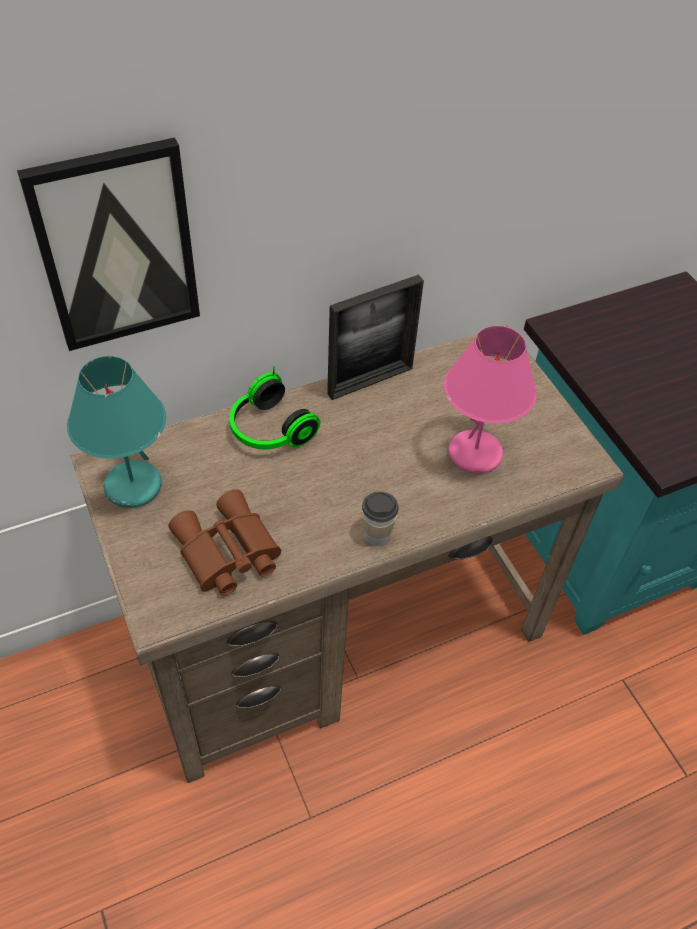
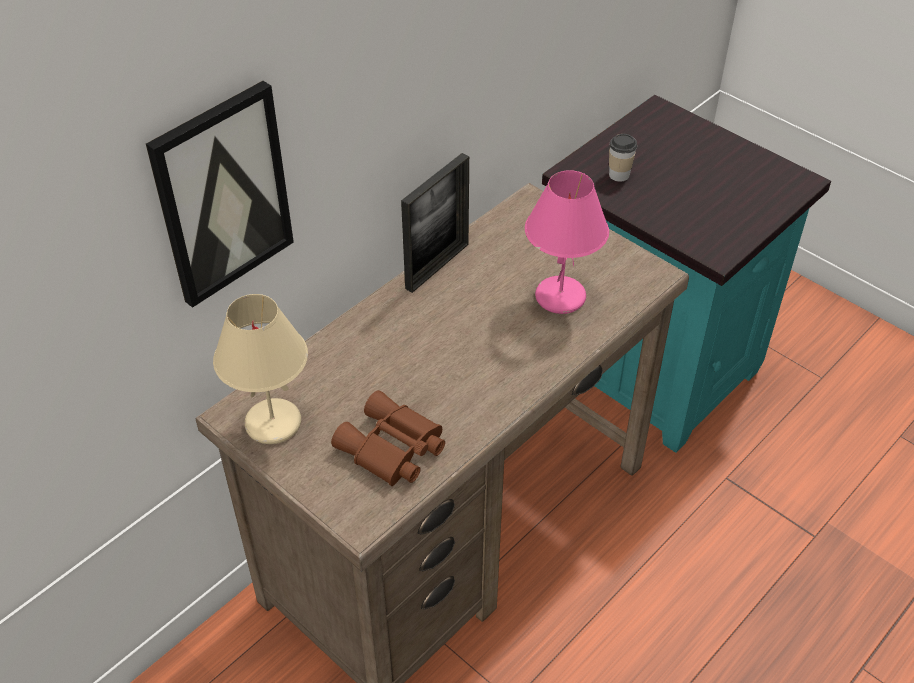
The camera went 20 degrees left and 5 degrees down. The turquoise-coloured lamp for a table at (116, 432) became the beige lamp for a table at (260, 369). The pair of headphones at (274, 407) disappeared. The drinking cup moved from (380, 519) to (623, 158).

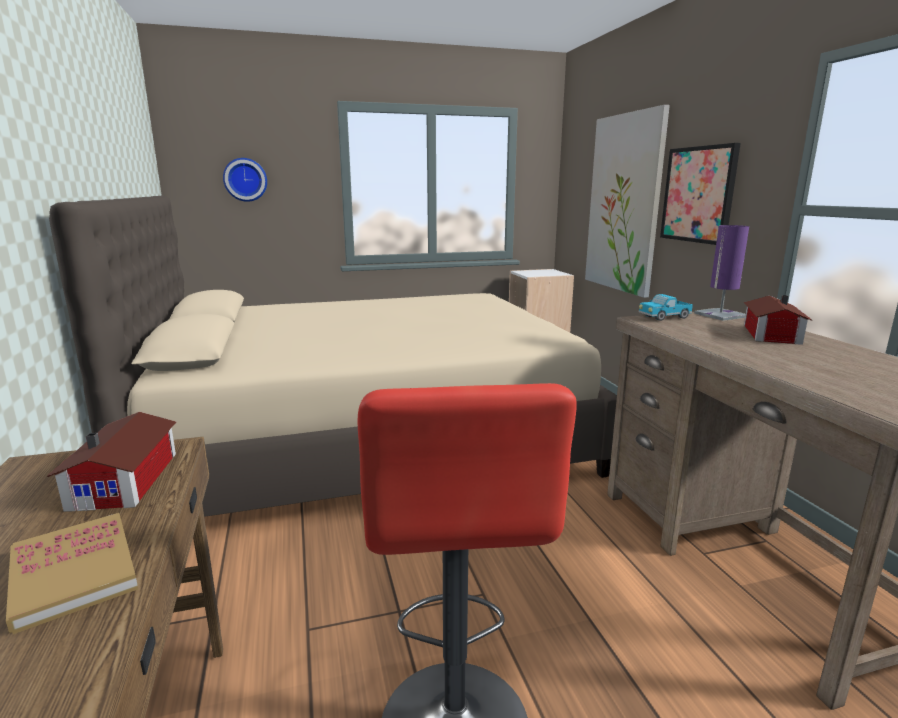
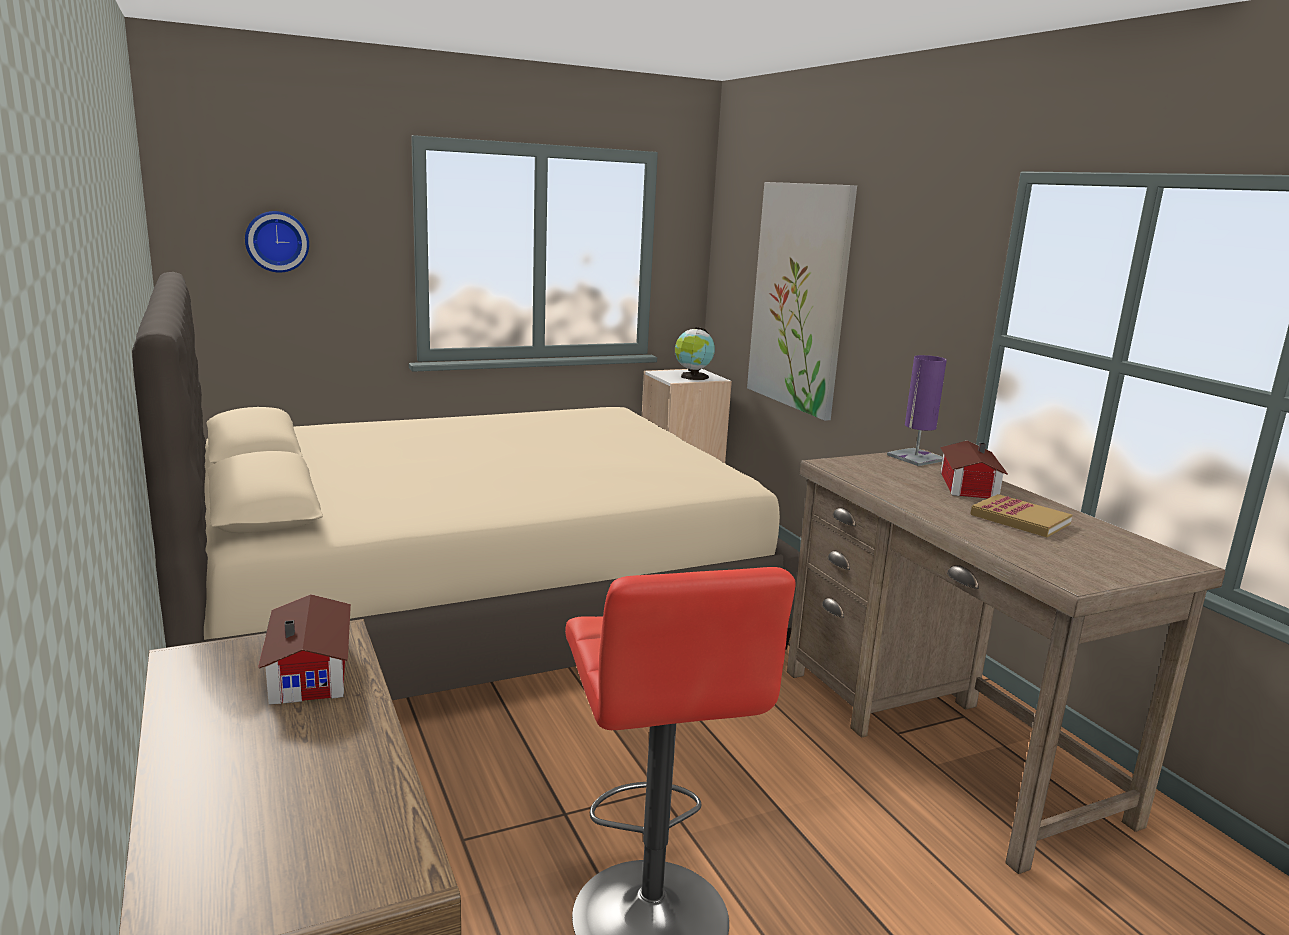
The camera went 10 degrees left and 0 degrees up. The picture at (700, 194) disappeared. The toy truck at (666, 307) disappeared. The bound book moved from (72, 573) to (1021, 515). The globe at (695, 353) appeared.

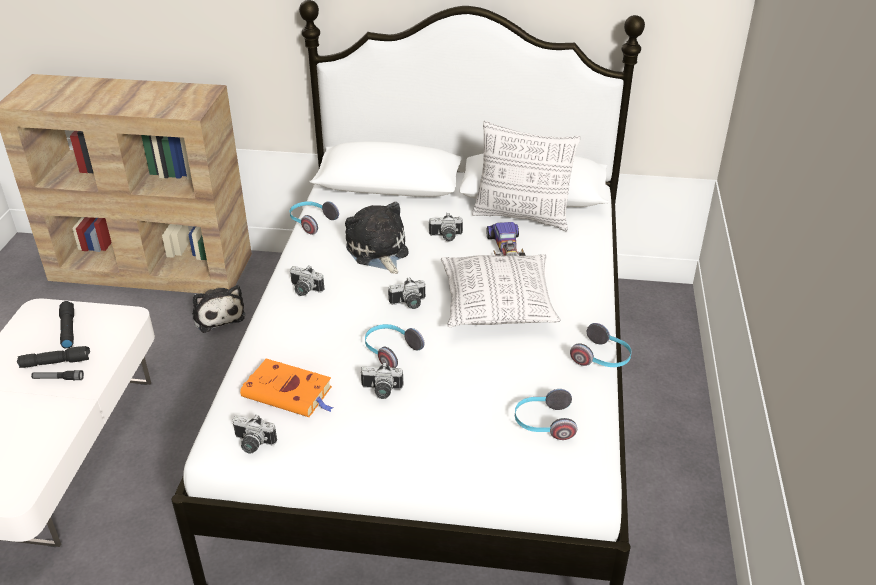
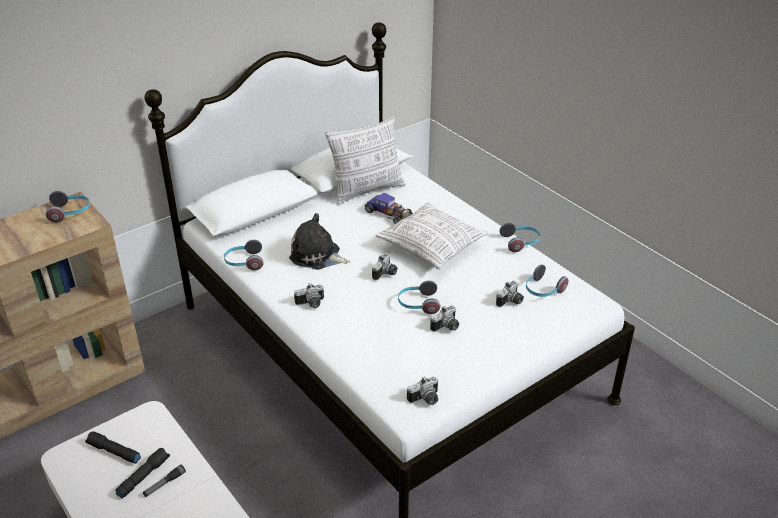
The camera went 45 degrees left and 0 degrees up. The photo camera moved from (446, 227) to (510, 293). The cuddly toy at (218, 309) disappeared. The orangey bound book at (286, 388) disappeared. The pair of headphones at (68, 207) appeared.

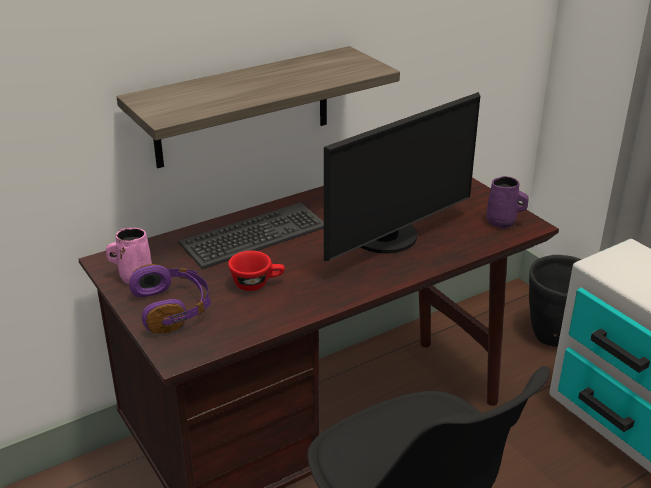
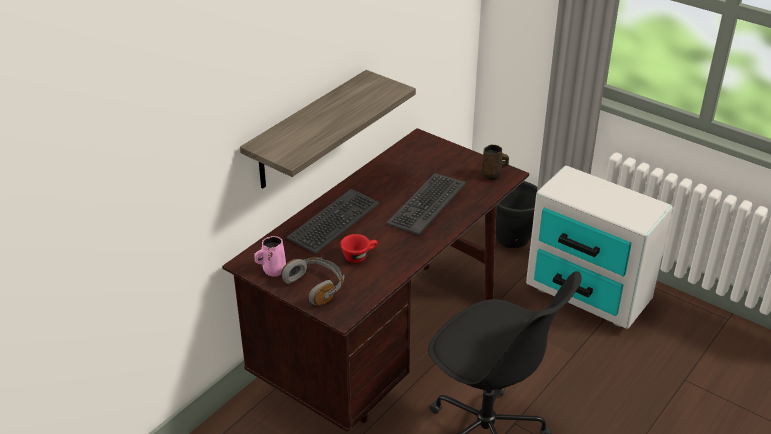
The camera went 20 degrees left and 5 degrees up. The computer screen at (402, 176) was replaced by the computer keyboard at (426, 204). The purplish tea mug at (508, 202) became the brownish tea mug at (495, 162). The purplish pair of headphones at (170, 299) became the gray pair of headphones at (312, 281).

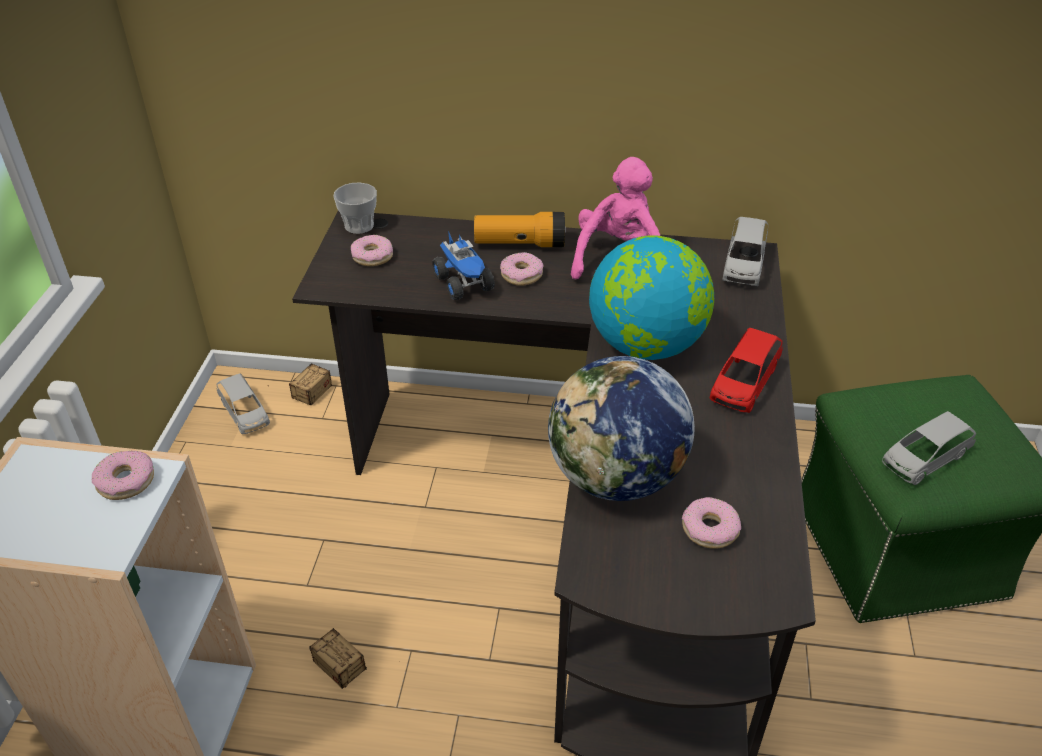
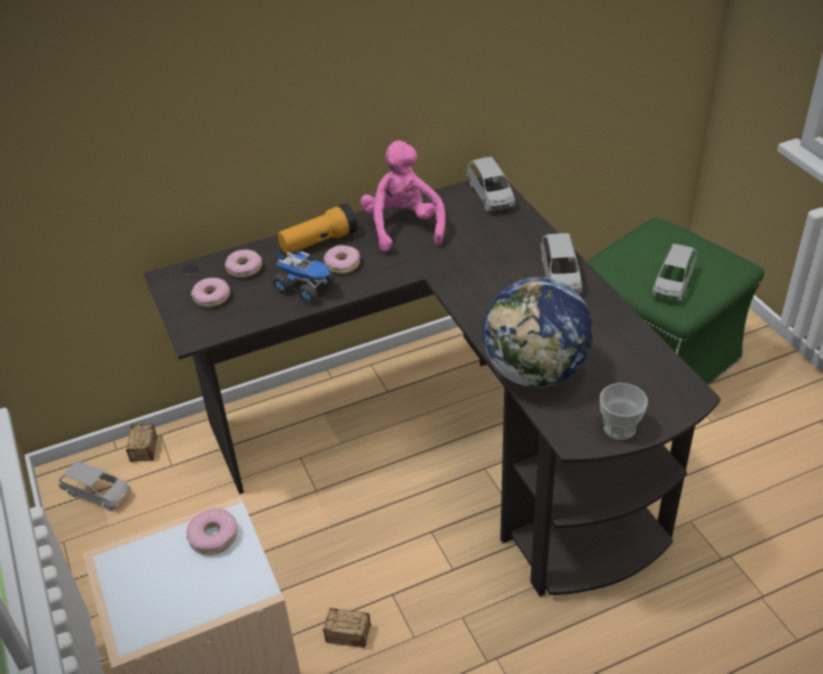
The camera went 30 degrees left and 0 degrees up. The drinking cup moved from (355, 208) to (624, 411). The globe at (651, 297) disappeared. The red model car at (746, 370) became the gray model car at (561, 263). The ring doughnut moved from (711, 523) to (243, 263).

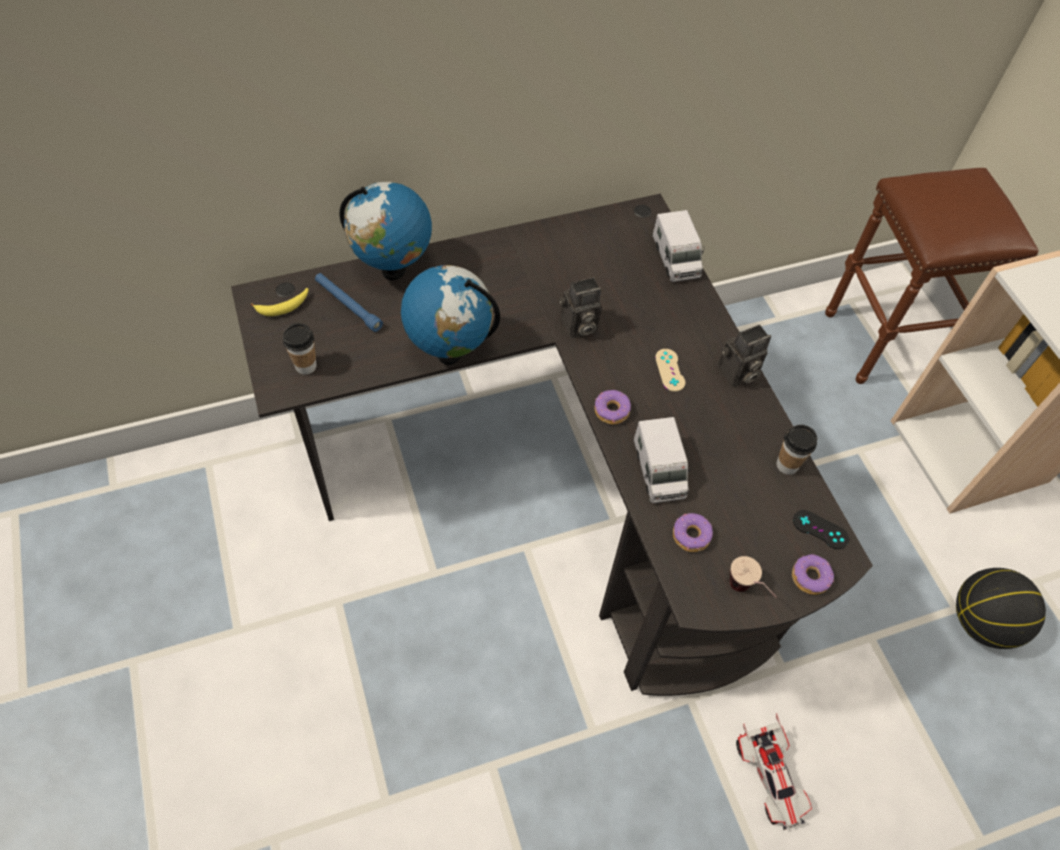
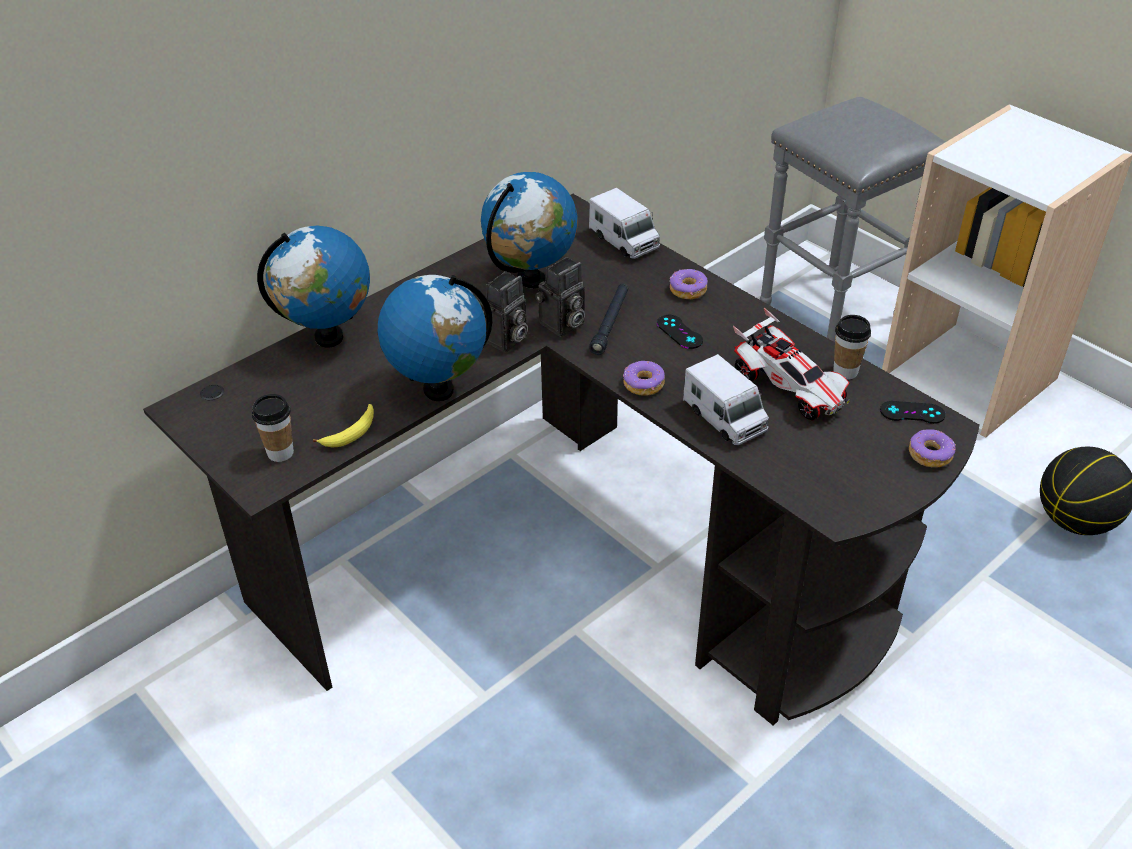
The camera went 20 degrees left and 15 degrees down. The brownish sitting stool at (932, 276) became the gray sitting stool at (852, 219). The blue flashlight at (349, 302) disappeared. The banana fruit moved from (280, 302) to (343, 425). The photo camera moved from (744, 356) to (503, 311). The beige joypad at (670, 370) became the black joypad at (680, 332). The ring doughnut moved from (693, 532) to (689, 284). The drinking cup at (753, 577) disappeared. The model car moved from (774, 771) to (791, 364). The globe at (529, 230) appeared. The black flashlight at (609, 319) appeared.

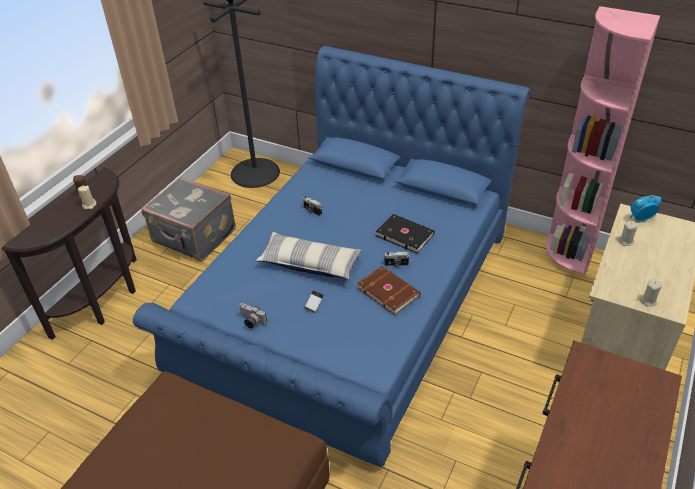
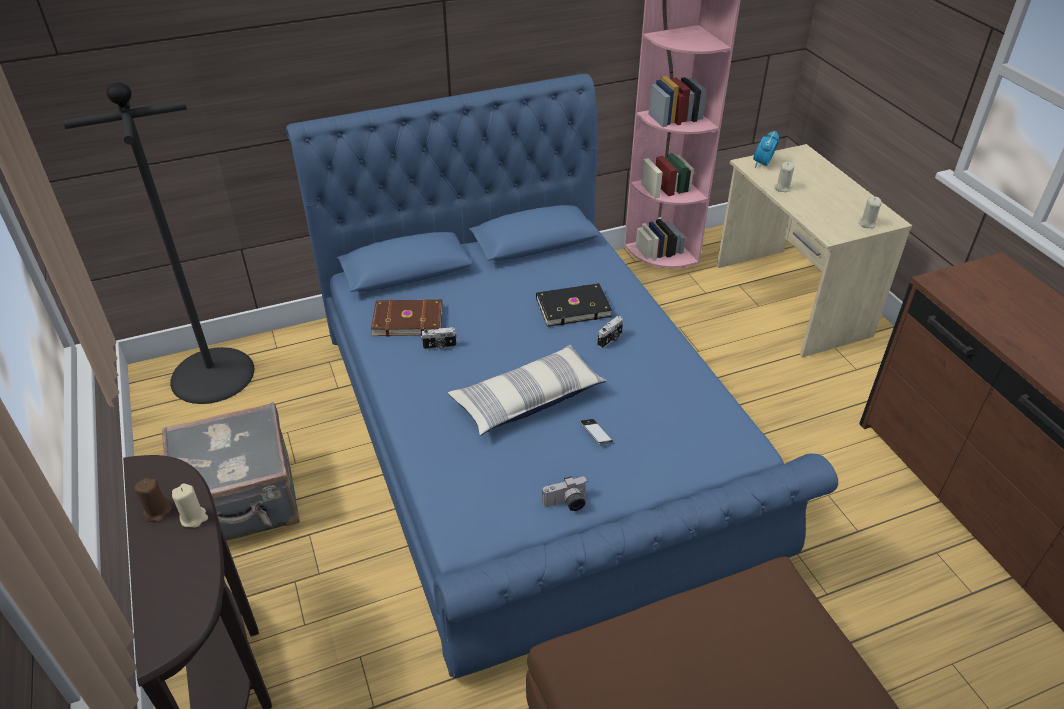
The camera went 50 degrees left and 0 degrees up. The brownish bound book moved from (389, 290) to (407, 317).

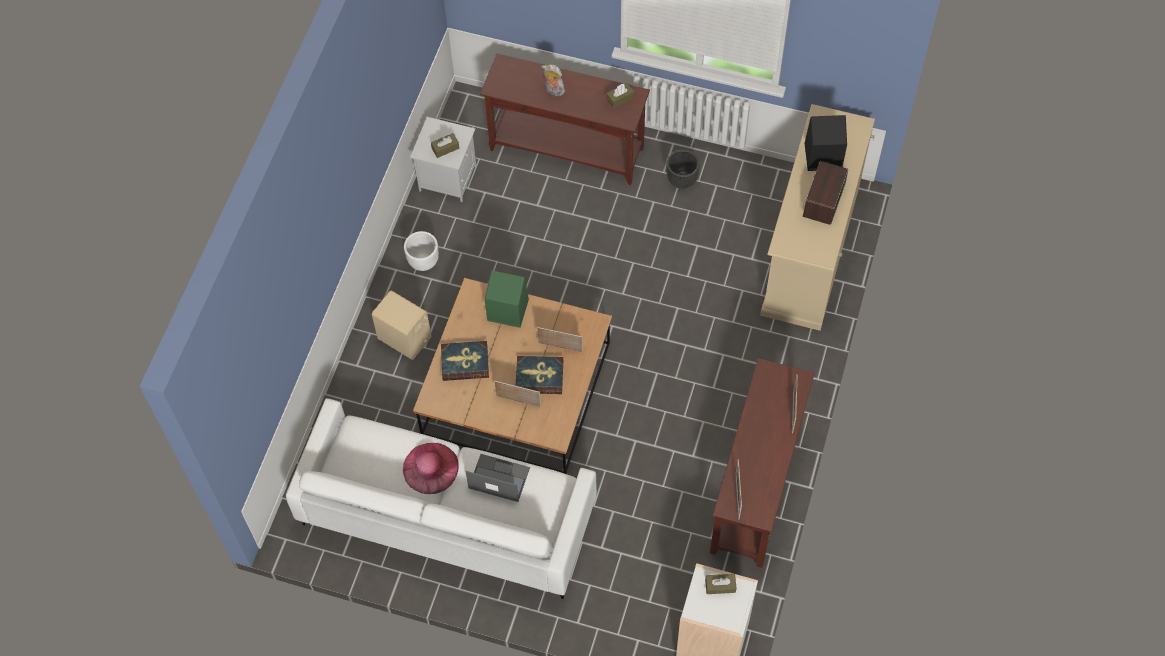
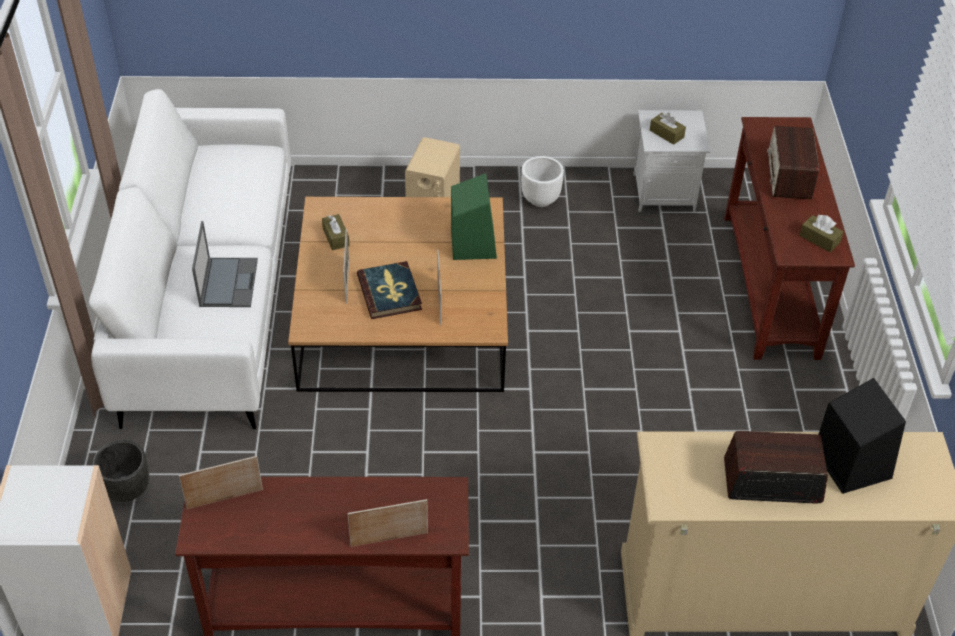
The camera went 70 degrees right and 15 degrees down. The cuddly toy at (553, 80) was replaced by the radio at (793, 162). The black planter moved from (683, 169) to (121, 471). The bound book at (465, 361) disappeared. The pinkish clothing hat at (430, 468) disappeared. The brownish box of tissues moved from (721, 584) to (336, 232).

